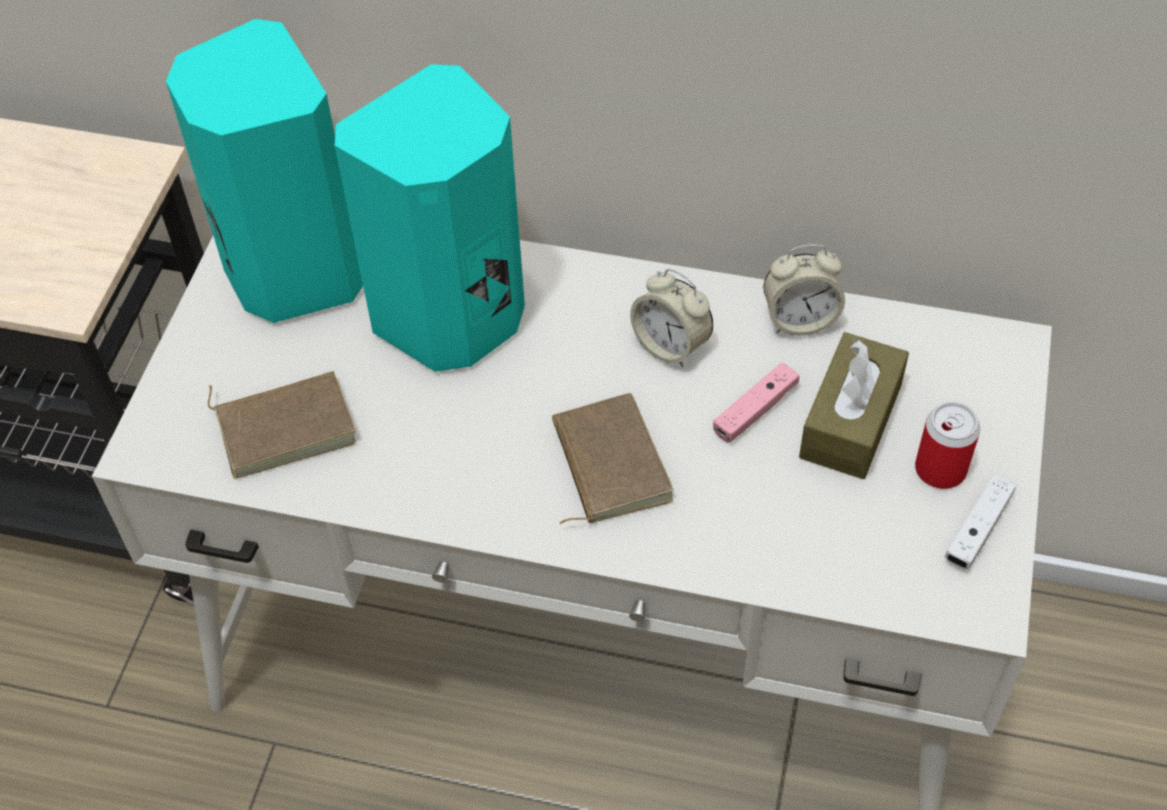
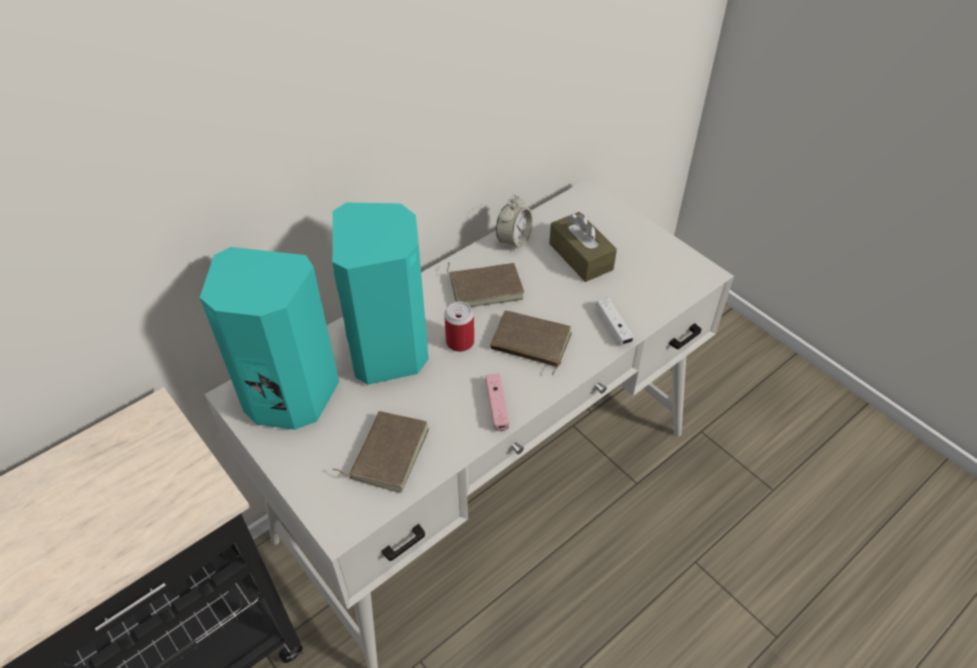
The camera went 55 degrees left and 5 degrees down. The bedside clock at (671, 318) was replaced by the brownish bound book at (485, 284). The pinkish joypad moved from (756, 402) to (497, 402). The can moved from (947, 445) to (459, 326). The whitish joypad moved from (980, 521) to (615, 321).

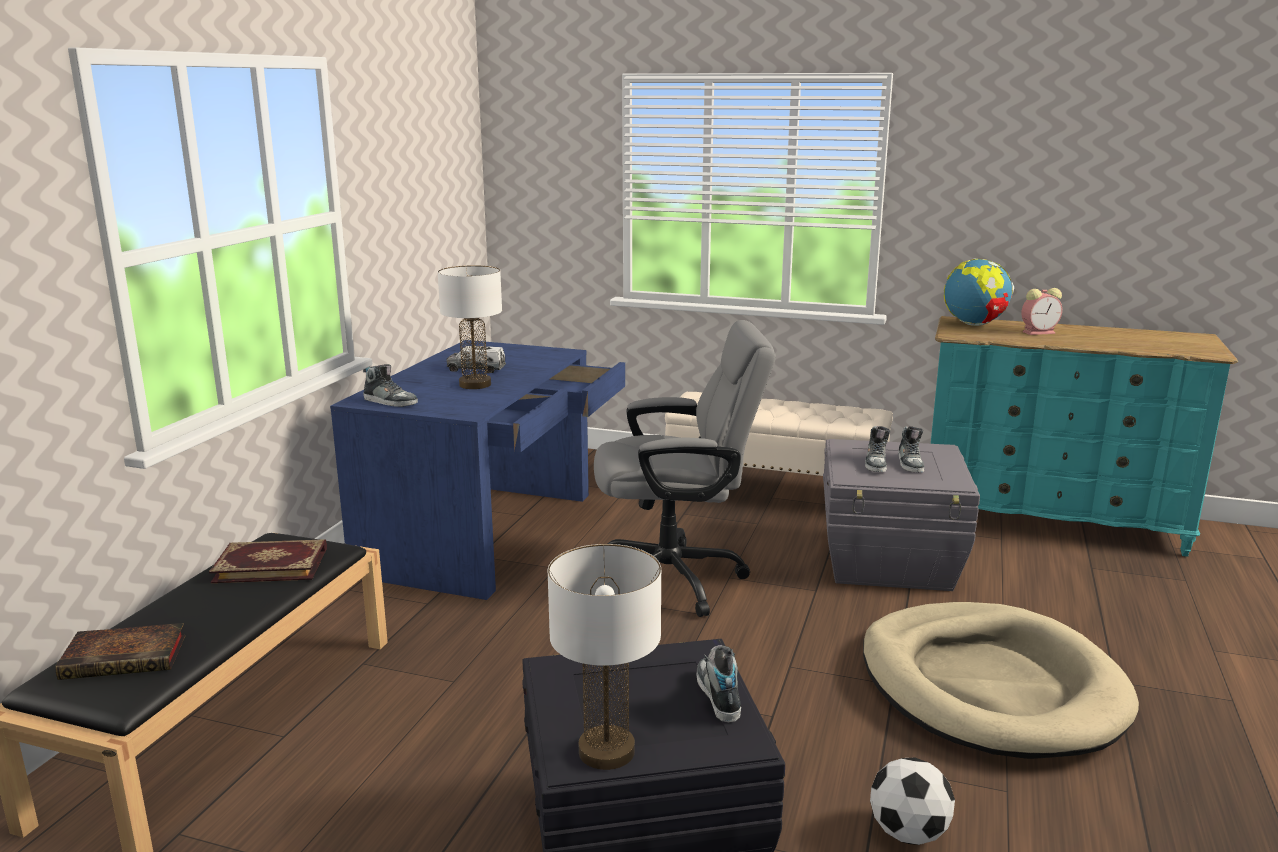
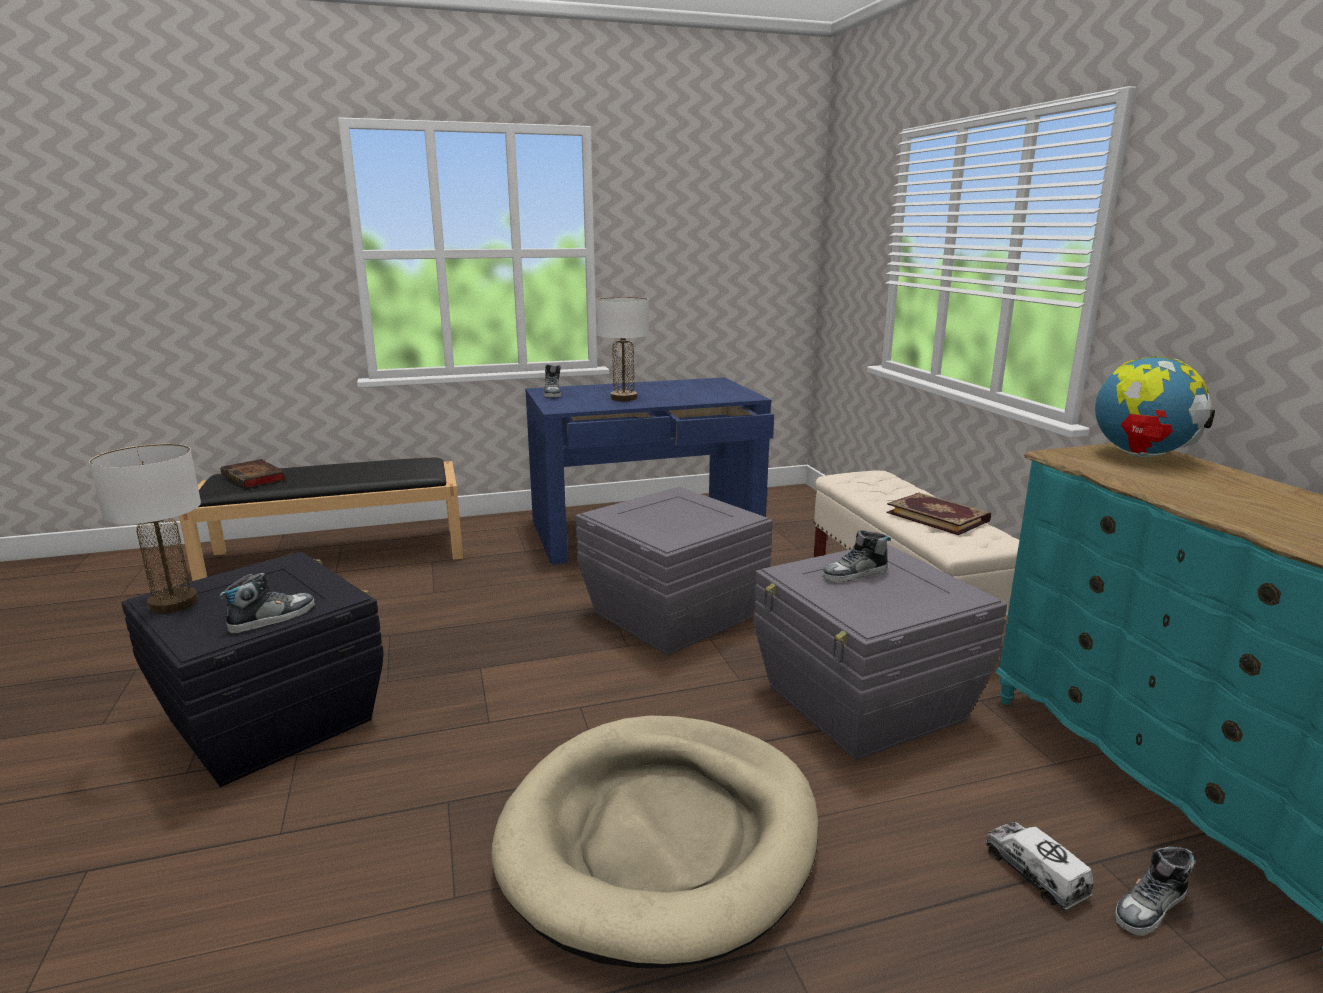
The camera went 55 degrees right and 0 degrees up. The bedside clock at (1041, 311) disappeared. The gray office chair at (685, 468) was replaced by the gray storage box at (674, 571). The toy truck moved from (476, 359) to (1040, 866). The item of footwear moved from (911, 449) to (1155, 891). The bound book moved from (268, 561) to (938, 513). The football at (912, 801) disappeared.

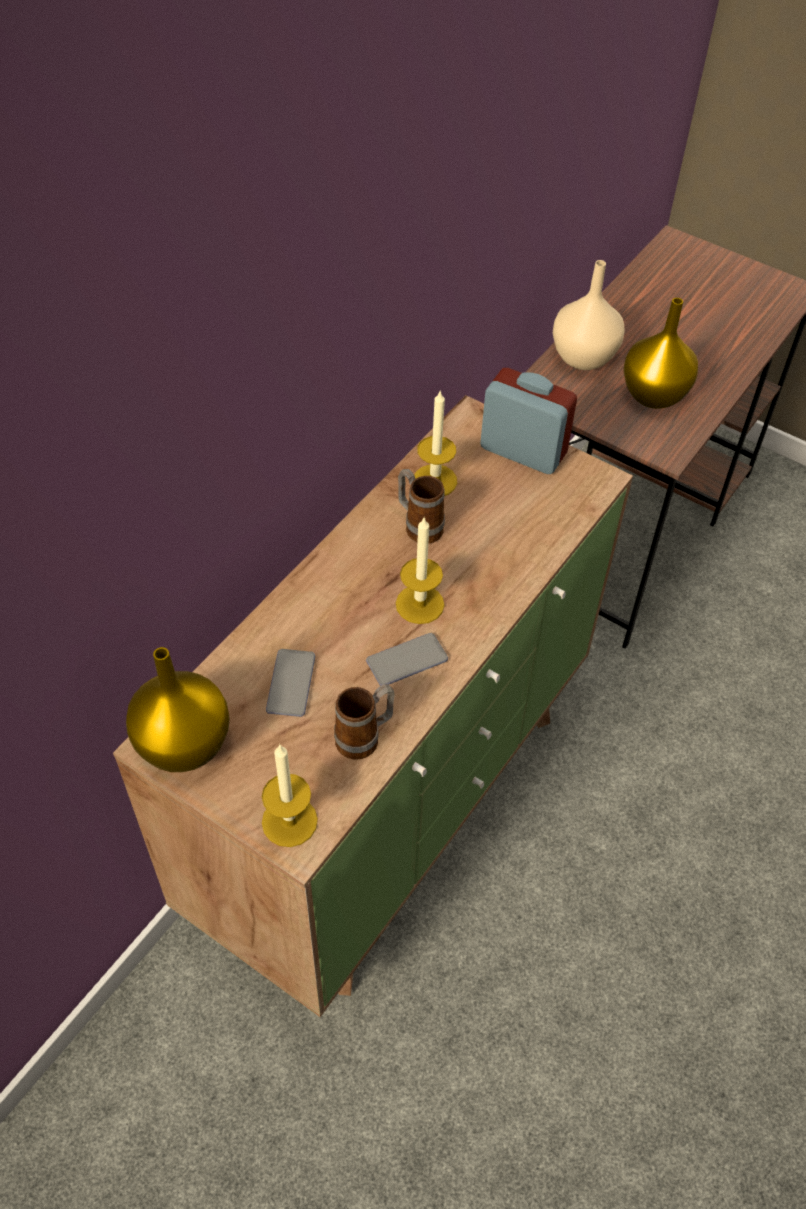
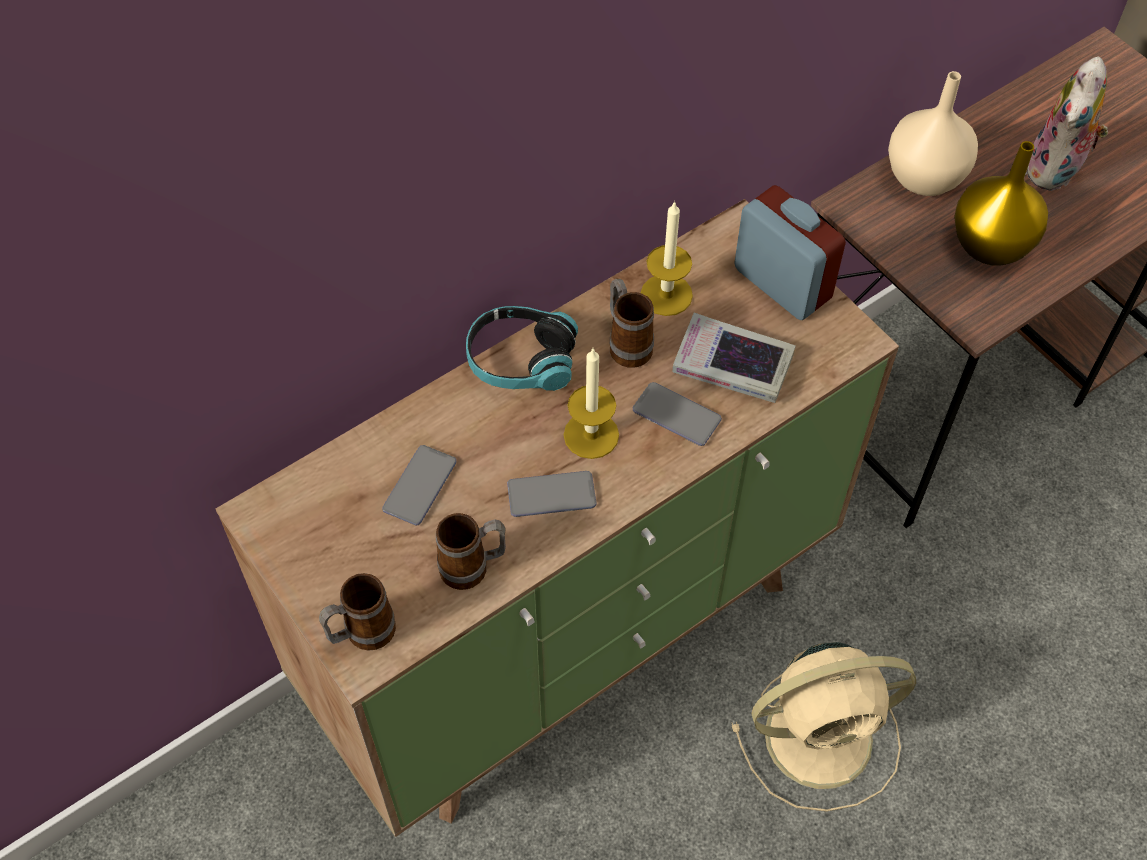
The camera went 20 degrees right and 5 degrees up. The yellow-coloured flower vase at (178, 709) disappeared. The wax light at (290, 795) was replaced by the tea mug at (357, 612). The cuddly toy at (1066, 123) appeared. The pair of headphones at (522, 348) appeared. The bound book at (734, 358) appeared. The telephone at (677, 414) appeared. The beige fan at (824, 726) appeared.

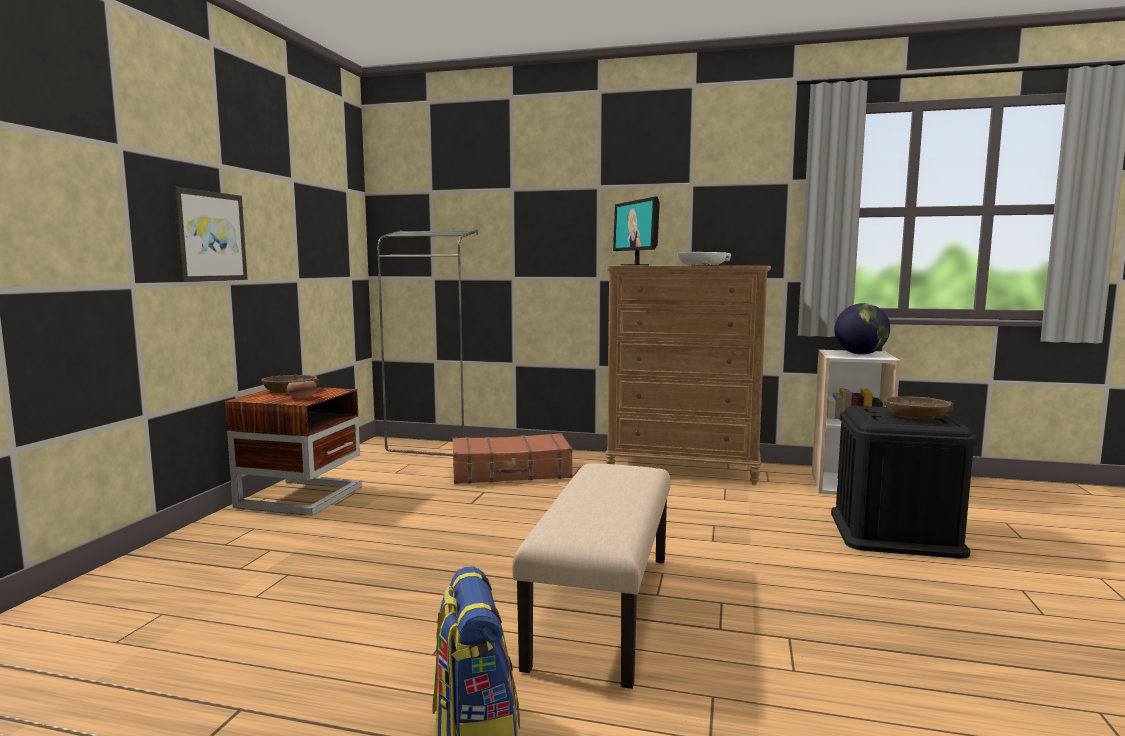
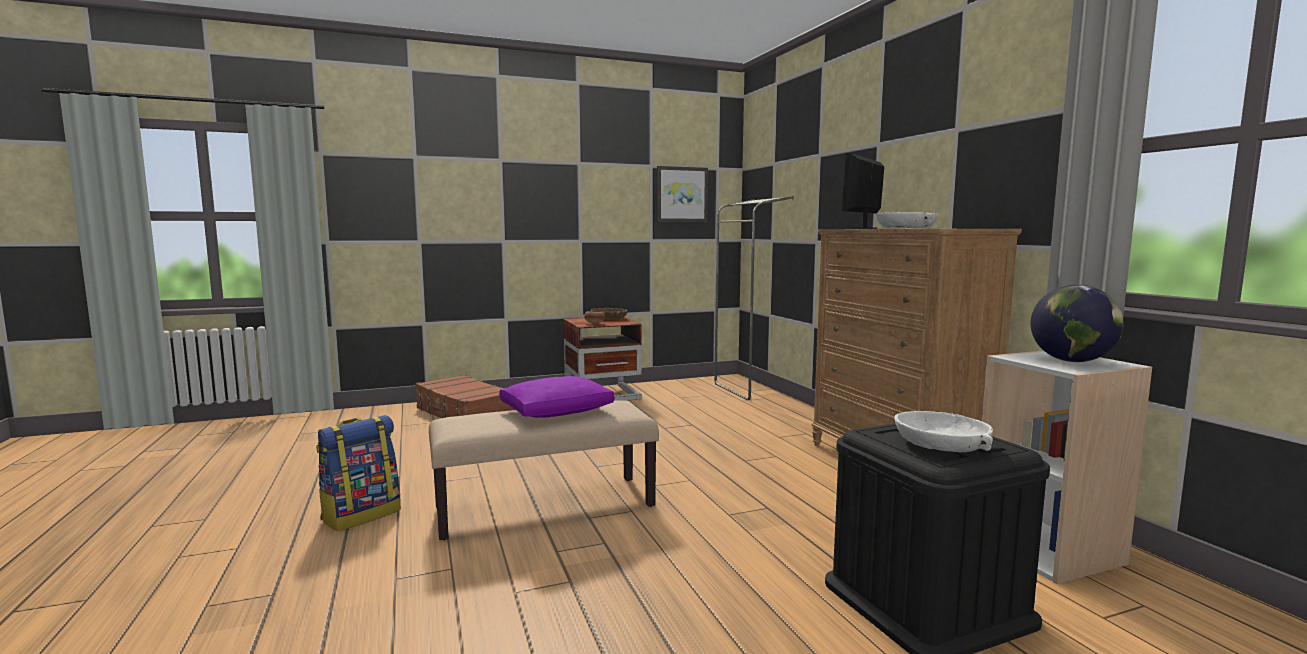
The camera went 55 degrees right and 0 degrees up. The picture moved from (210, 234) to (682, 194). The brownish bowl at (919, 407) became the whitish bowl at (943, 431). The brownish travel case moved from (512, 458) to (465, 396). The purplish throw pillow at (557, 397) appeared.

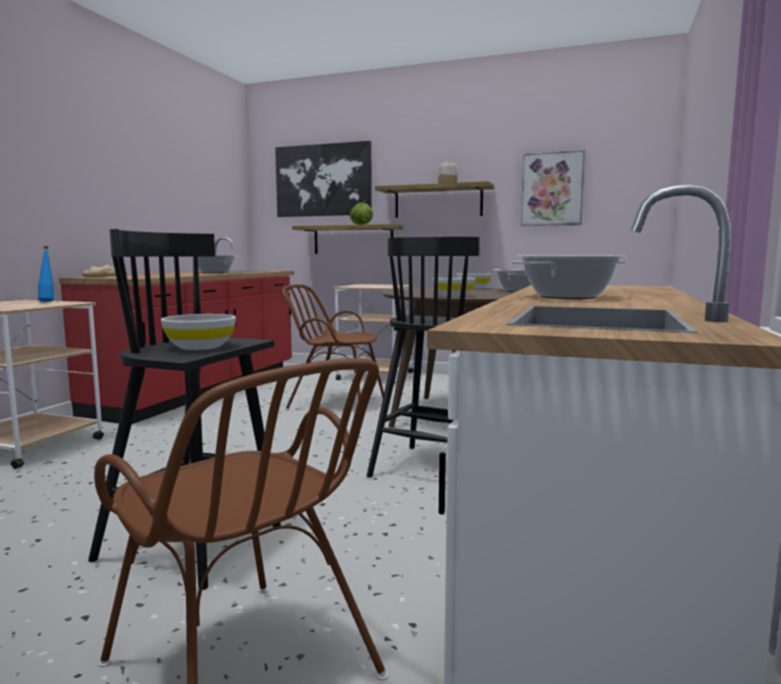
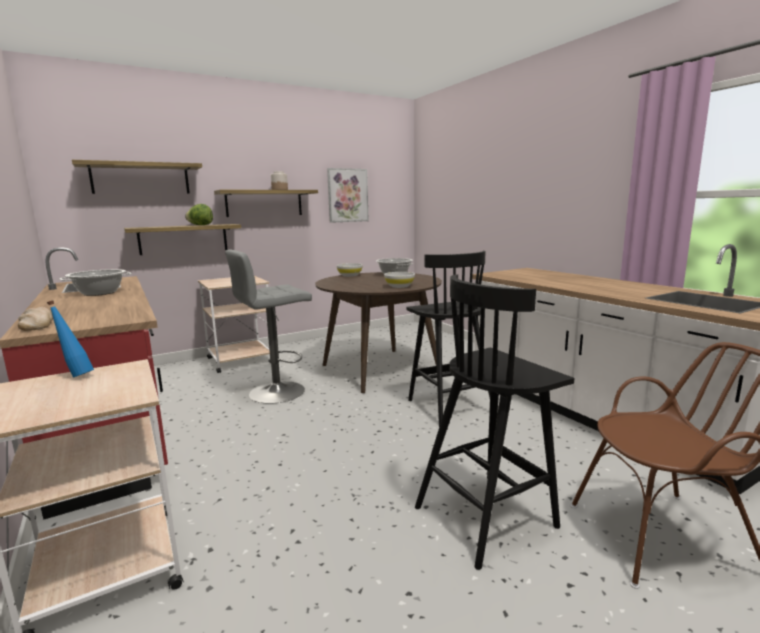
The camera went 50 degrees left and 5 degrees up. The picture at (323, 179) was replaced by the wall shelf at (137, 177). The stockpot at (569, 277) disappeared. The brownish plain chair at (333, 347) was replaced by the gray sitting stool at (268, 326). The whitish bowl at (198, 332) disappeared.

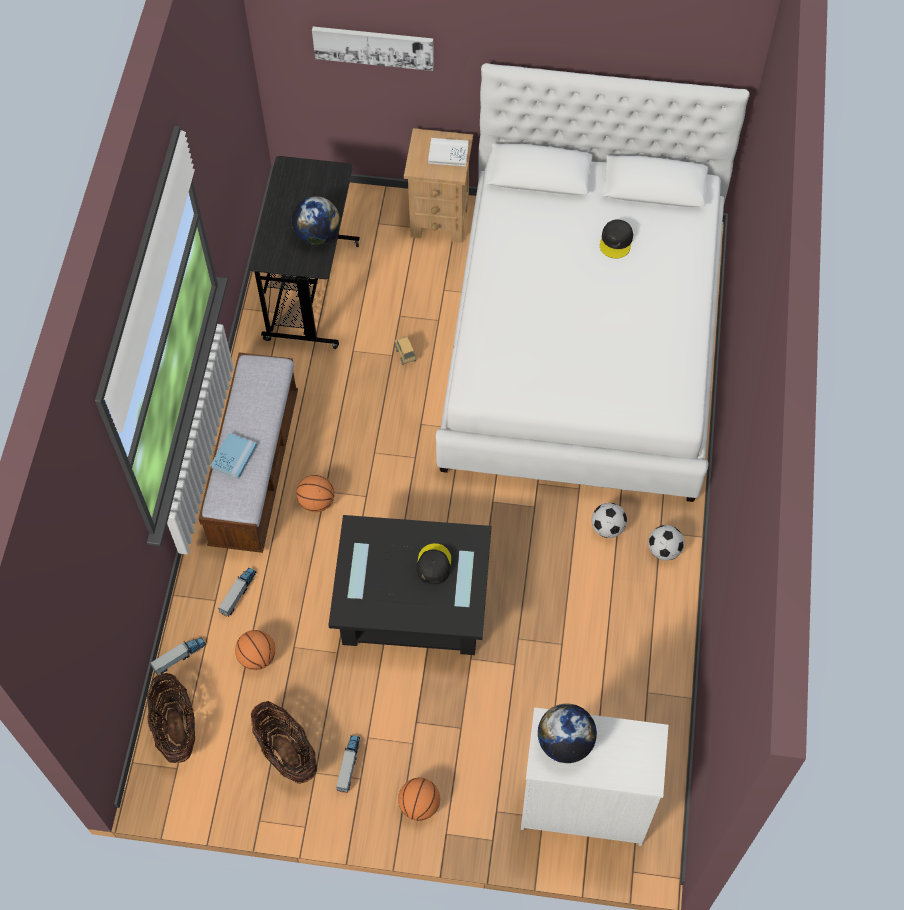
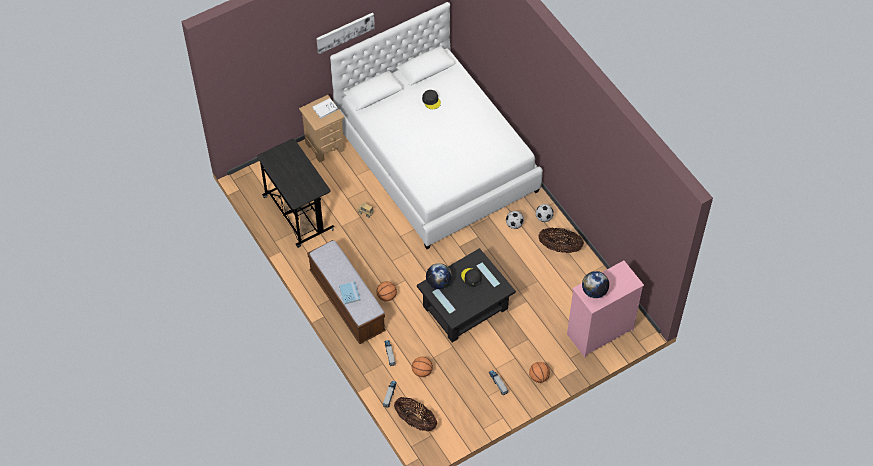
The camera went 40 degrees left and 5 degrees down. The picture moved from (373, 49) to (345, 33). The globe moved from (316, 220) to (439, 276). The household basket moved from (284, 742) to (561, 240). The whitish chest of drawers at (595, 776) became the pinkish chest of drawers at (605, 309).

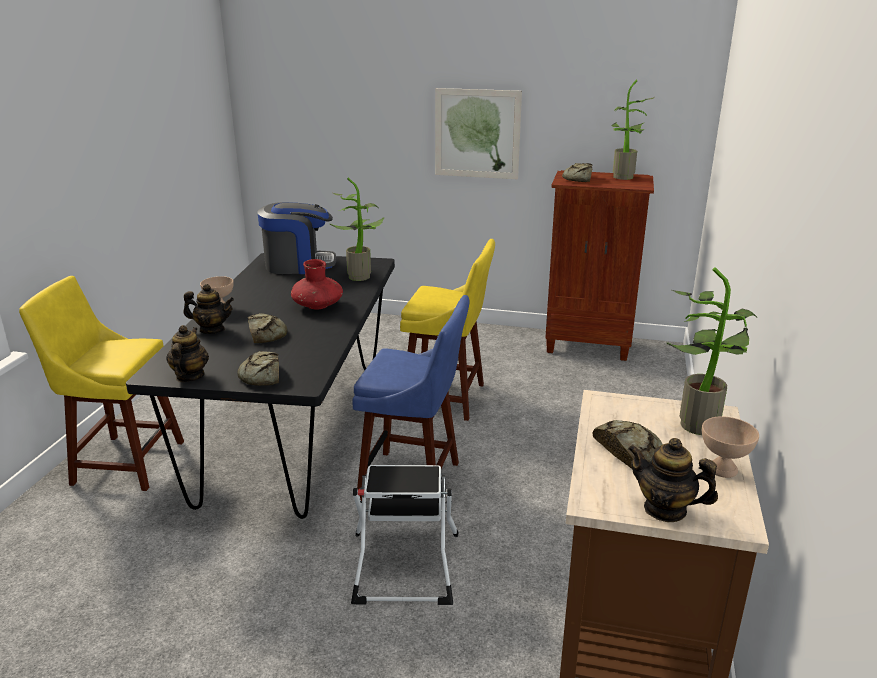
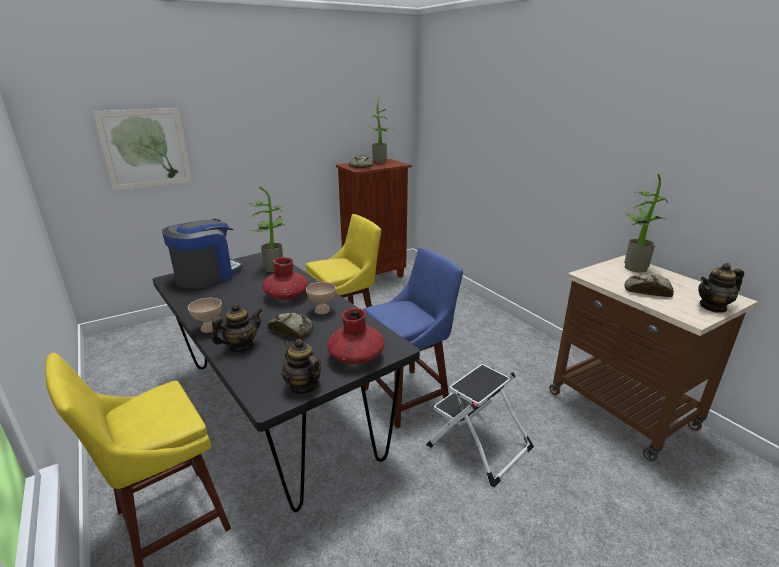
The camera went 45 degrees left and 0 degrees up. The picture moved from (478, 133) to (142, 149). The bread at (258, 368) was replaced by the red flower vase at (355, 336). The beige bowl moved from (730, 447) to (321, 298).

